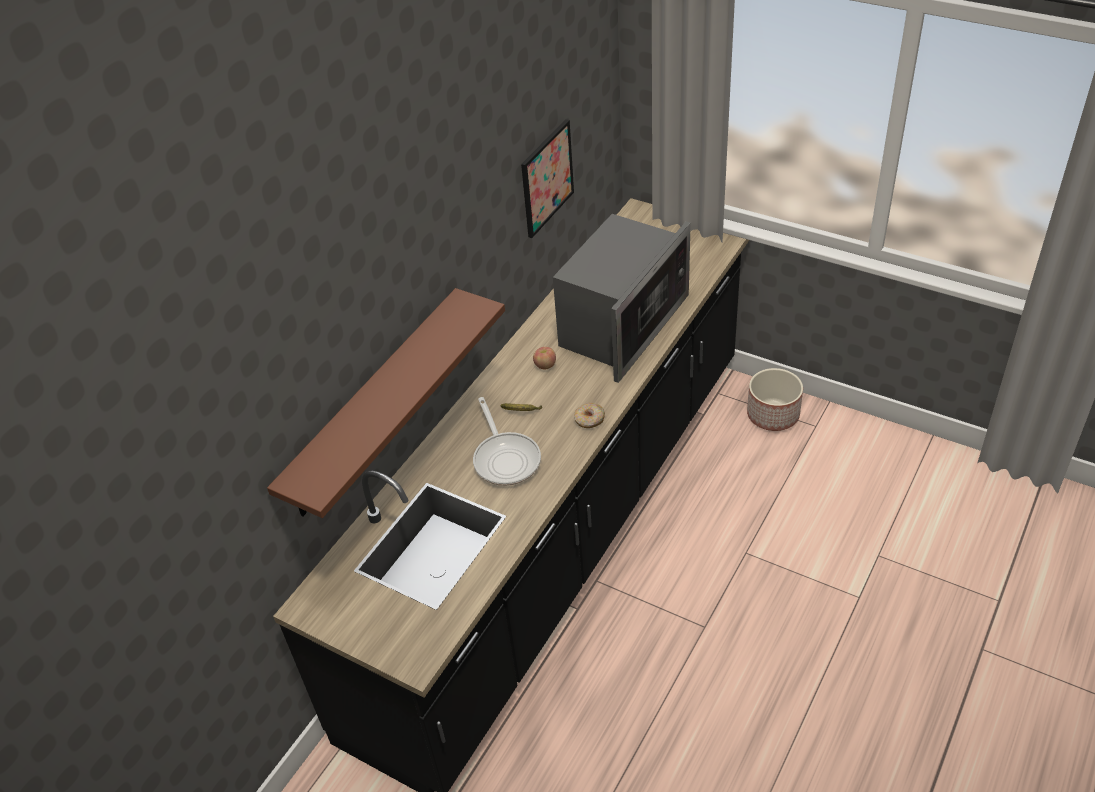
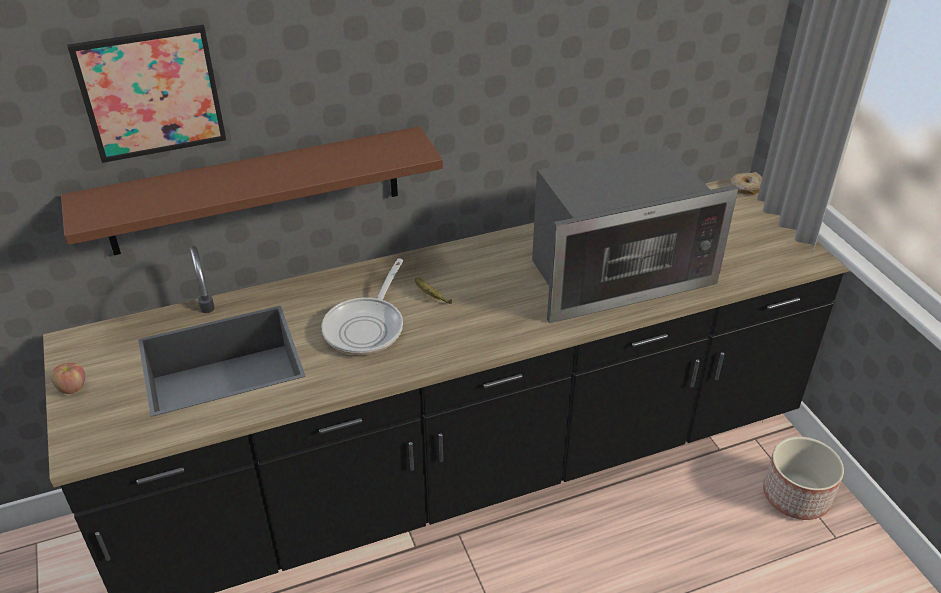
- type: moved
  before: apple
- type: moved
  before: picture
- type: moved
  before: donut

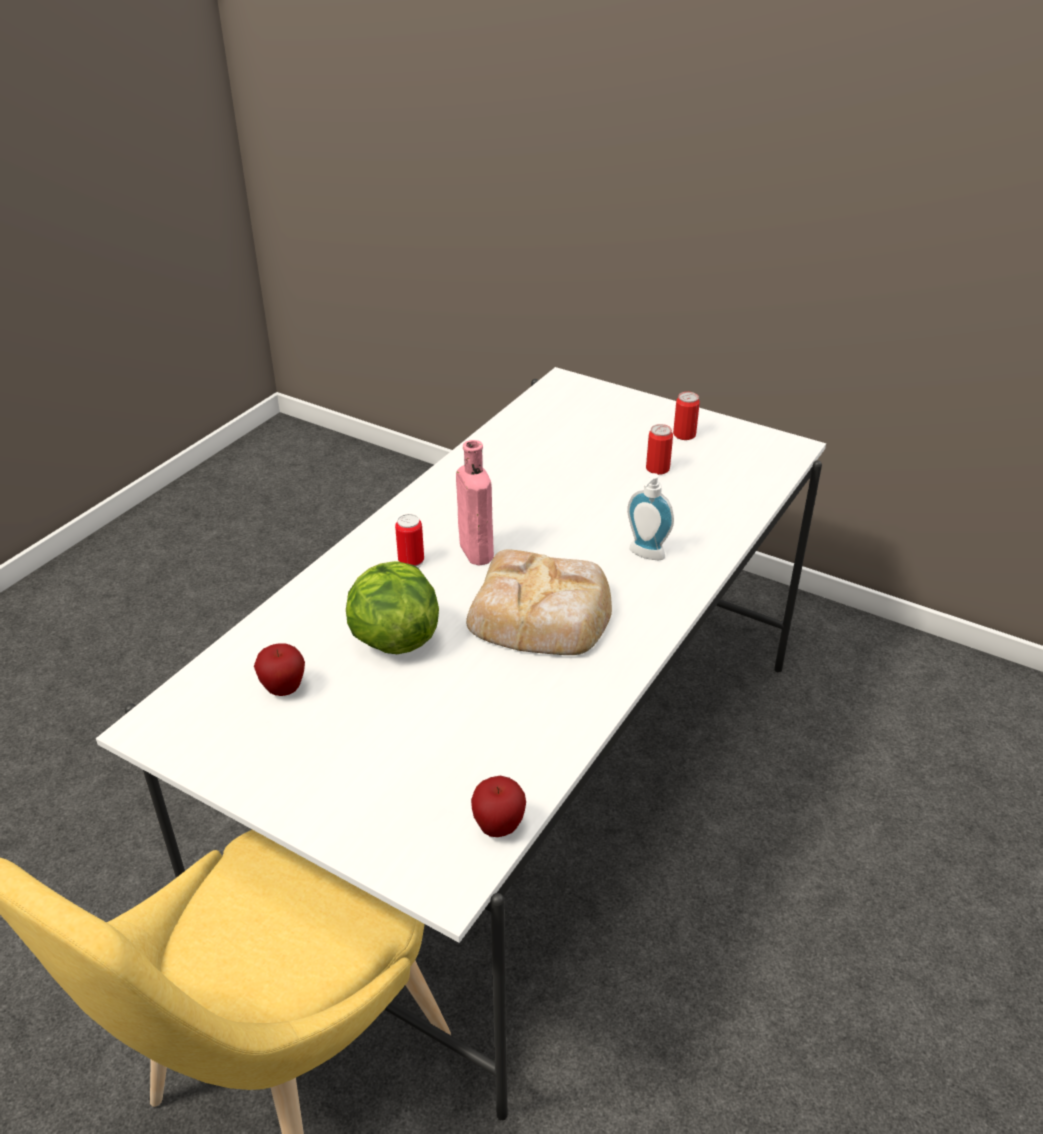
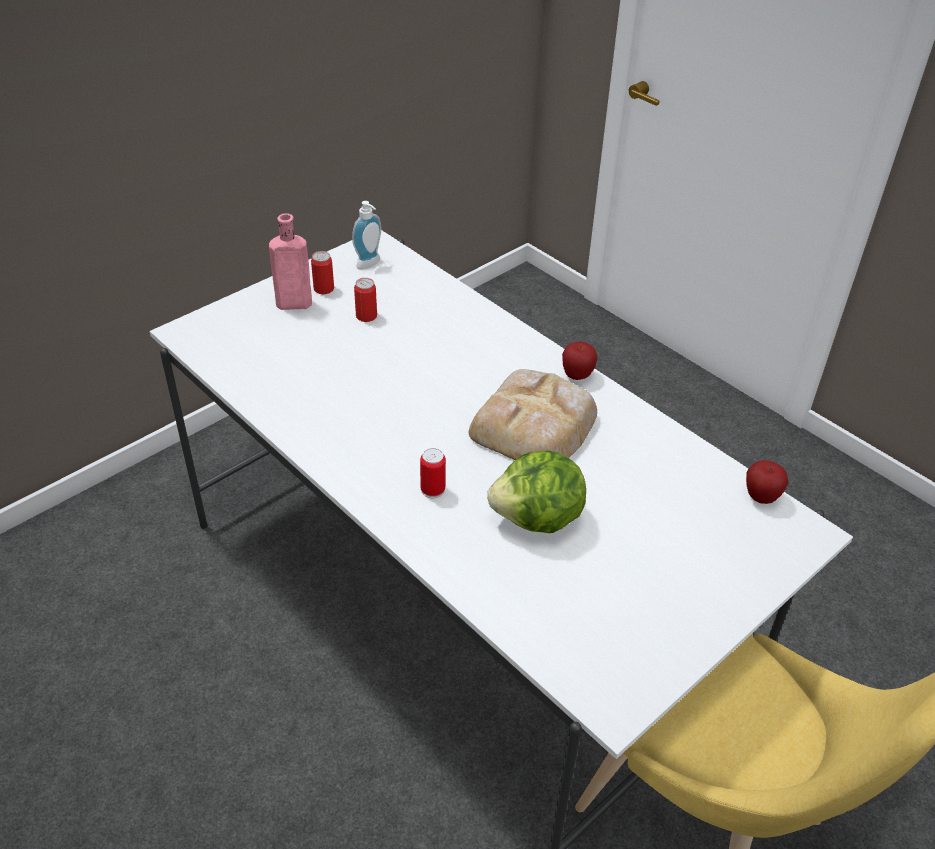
- type: moved
  before: bottle/pink
- type: moved
  before: soap dispenser
- type: moved
  before: apple (1st from left)

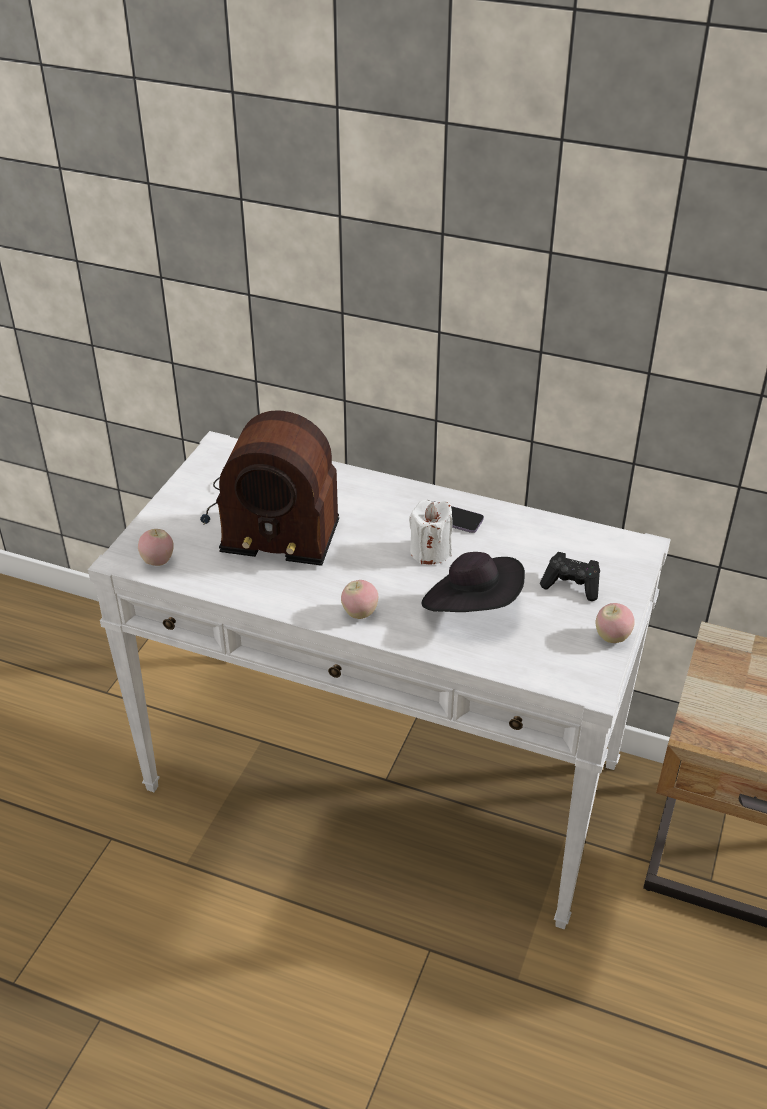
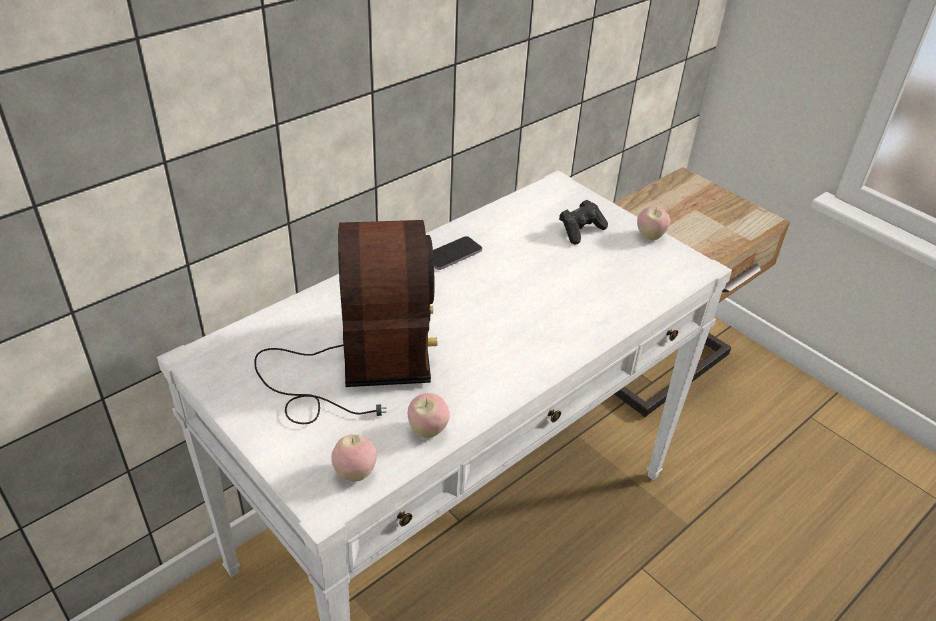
- type: turned
  before: radio
  turn: -45
- type: moved
  before: apple (2nd from left)
- type: removed
  before: candle/white
- type: removed
  before: hat/black

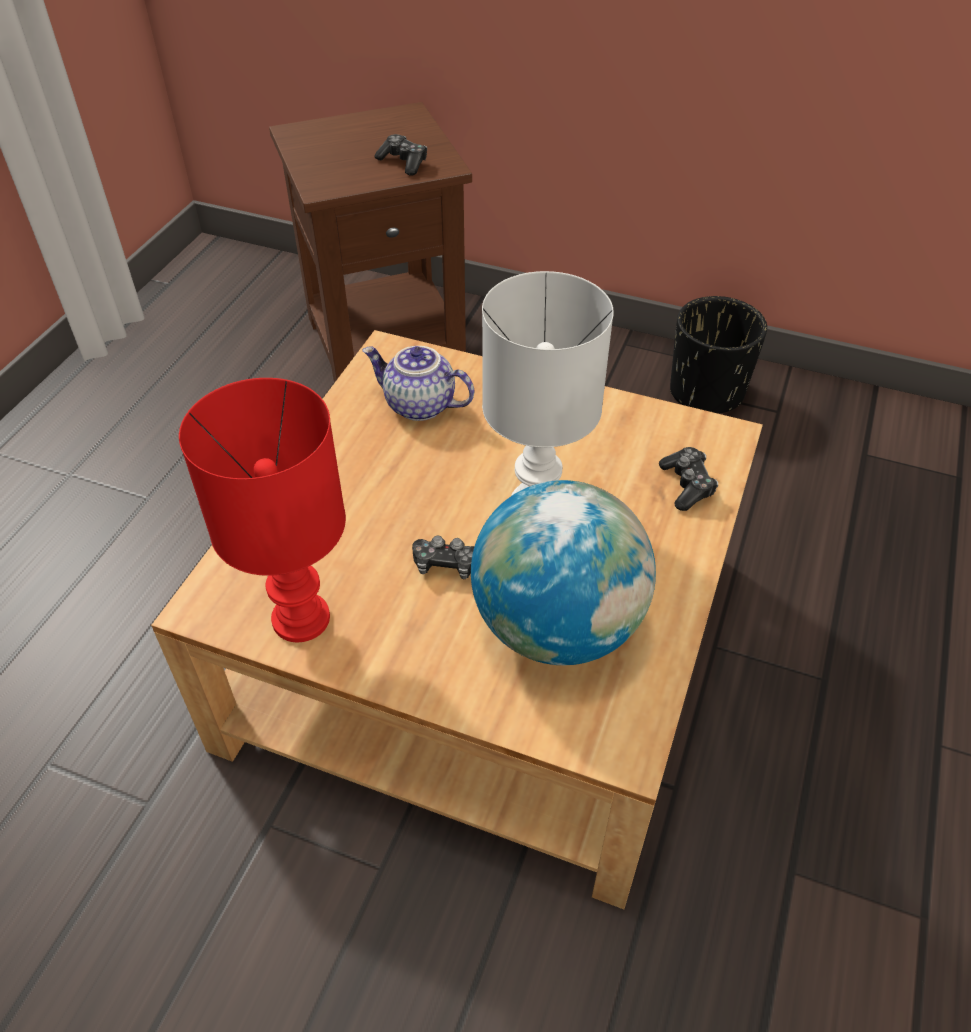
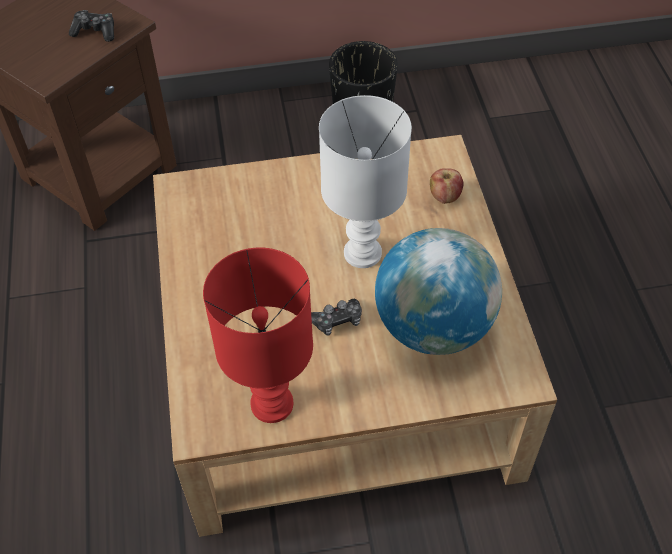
- type: replaced
  before: game controller (3rd from left)
  after: apple
- type: removed
  before: teapot

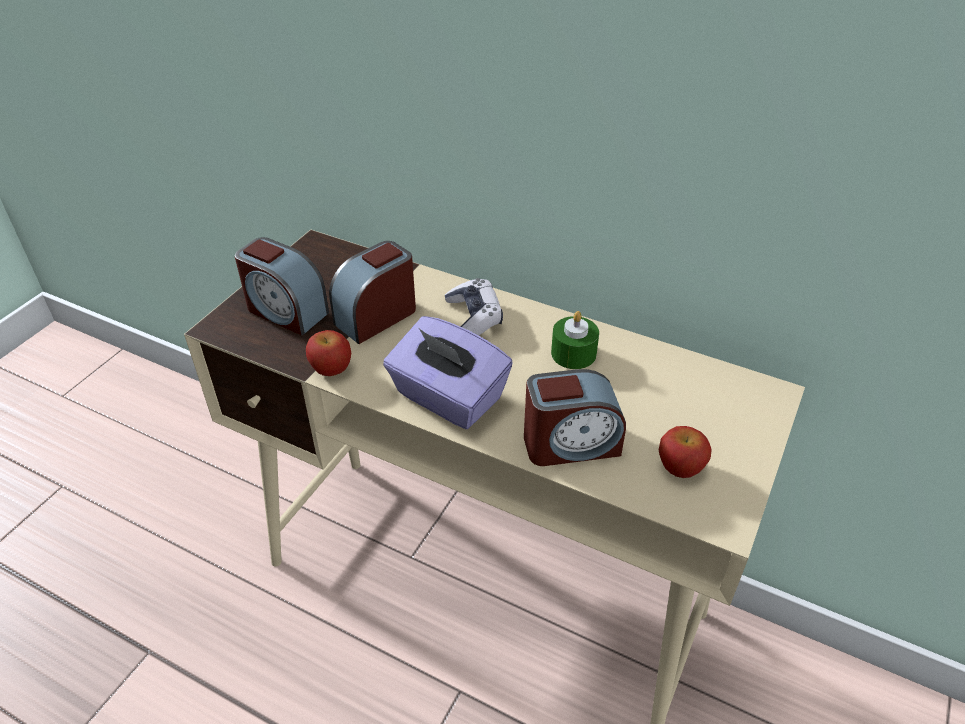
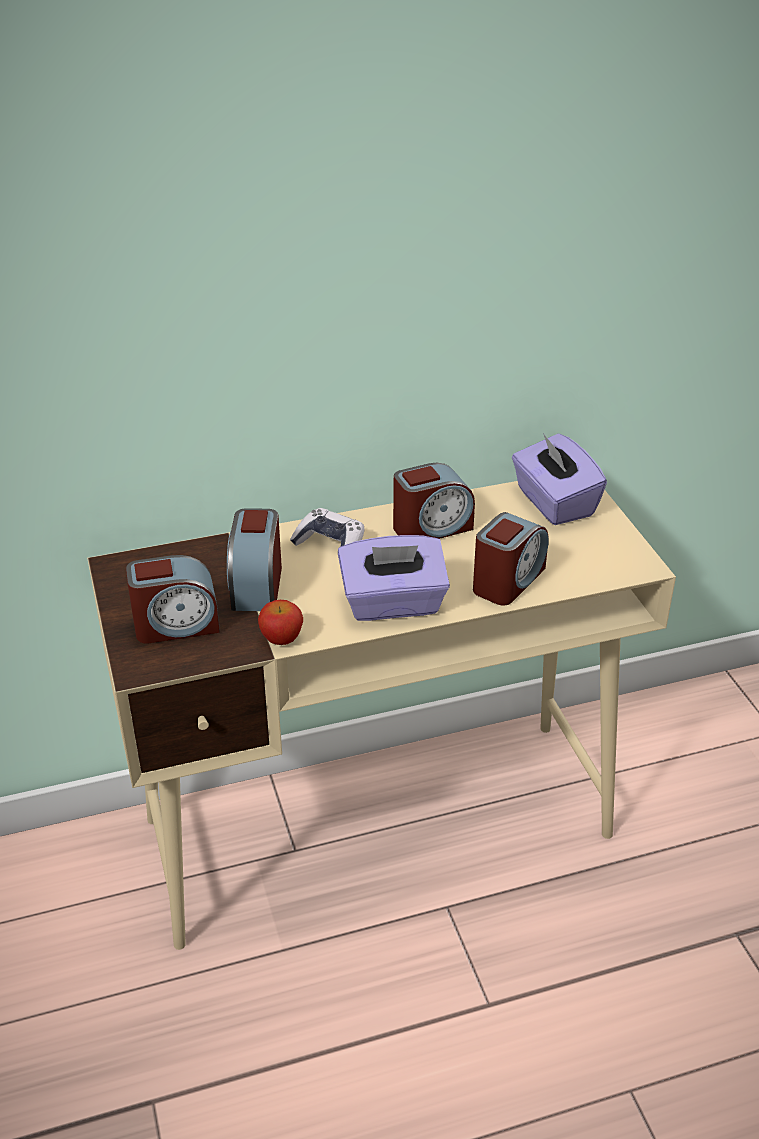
- type: replaced
  before: candle/green
  after: alarm clock (3rd from left)
- type: added
  after: tissue box/purple (2nd from left)
- type: removed
  before: apple (2nd from left)

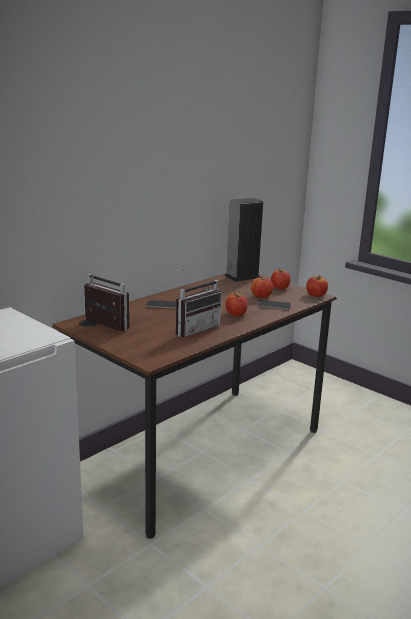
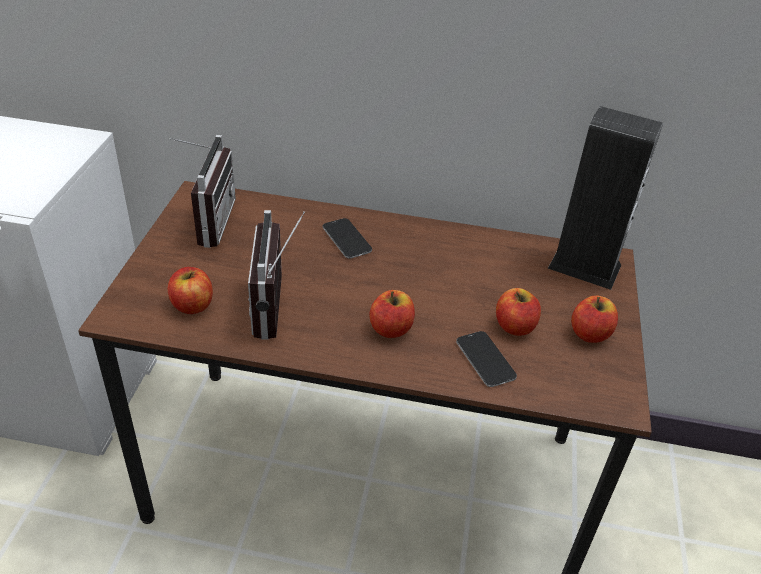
- type: moved
  before: apple (4th from left in the first image)
  after: apple (1st from left)
- type: turned
  before: radio (2nd from left)
  turn: 75

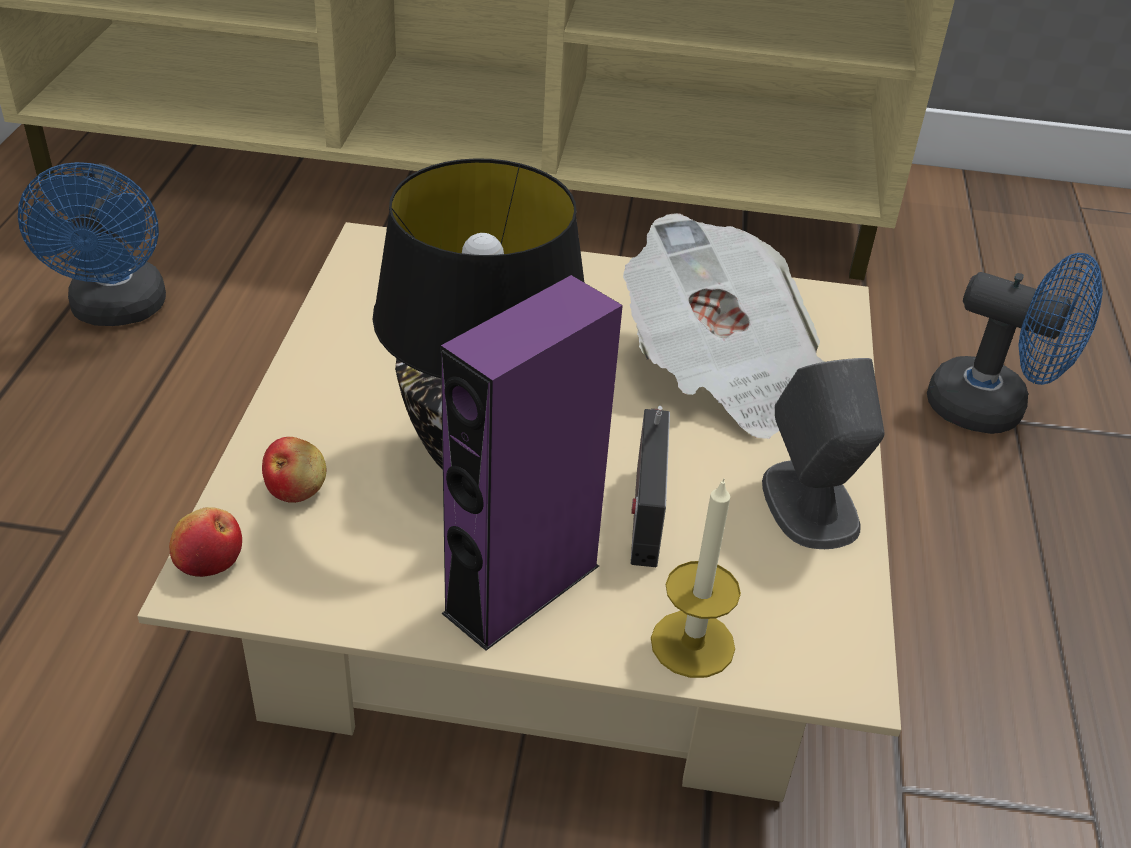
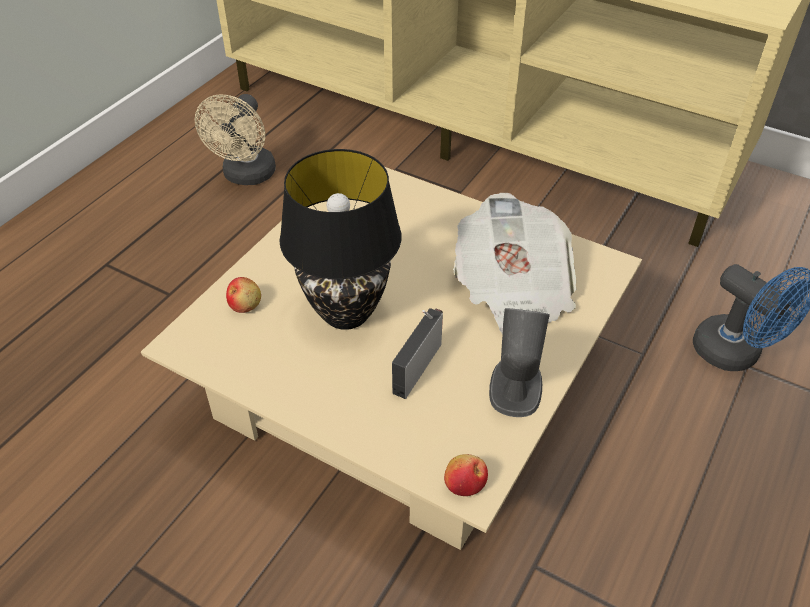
- type: recoloured
  before: fan/blue (1st from left)
  after: fan/beige
- type: moved
  before: apple (1st from left in the first image)
  after: apple (2nd from left)
- type: removed
  before: speaker/purple
- type: removed
  before: candle

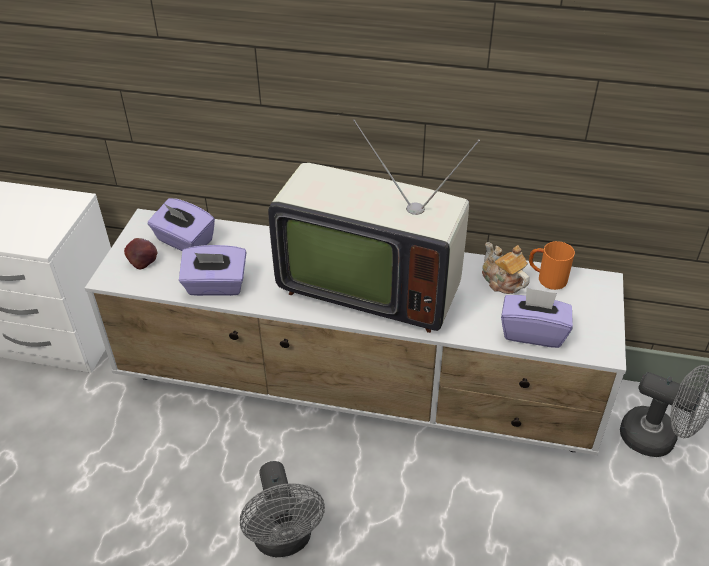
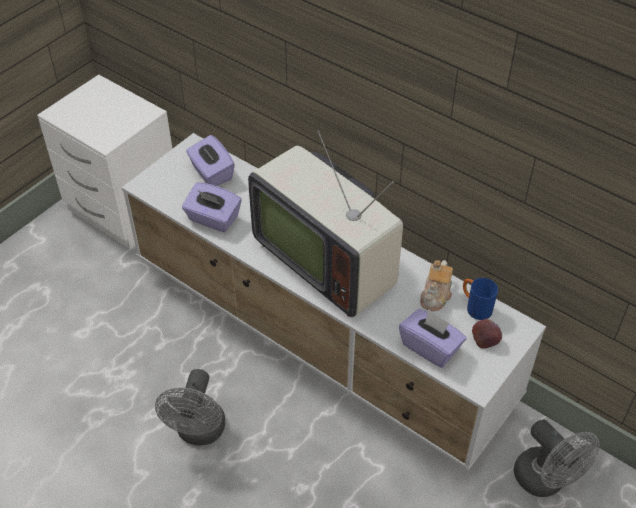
- type: turned
  before: teapot
  turn: -150
- type: recoloured
  before: mug/orange
  after: mug/blue
- type: moved
  before: apple

